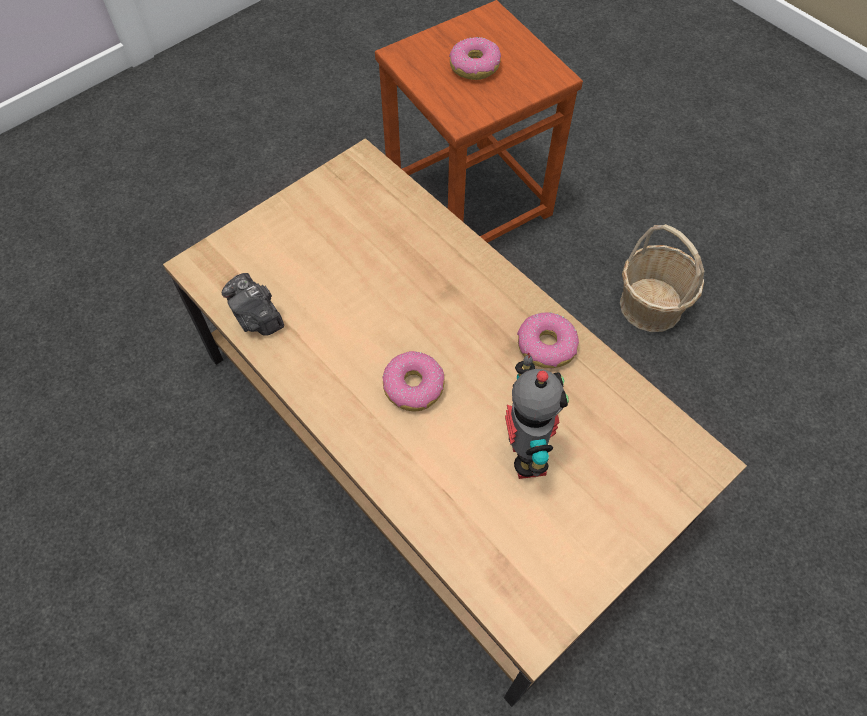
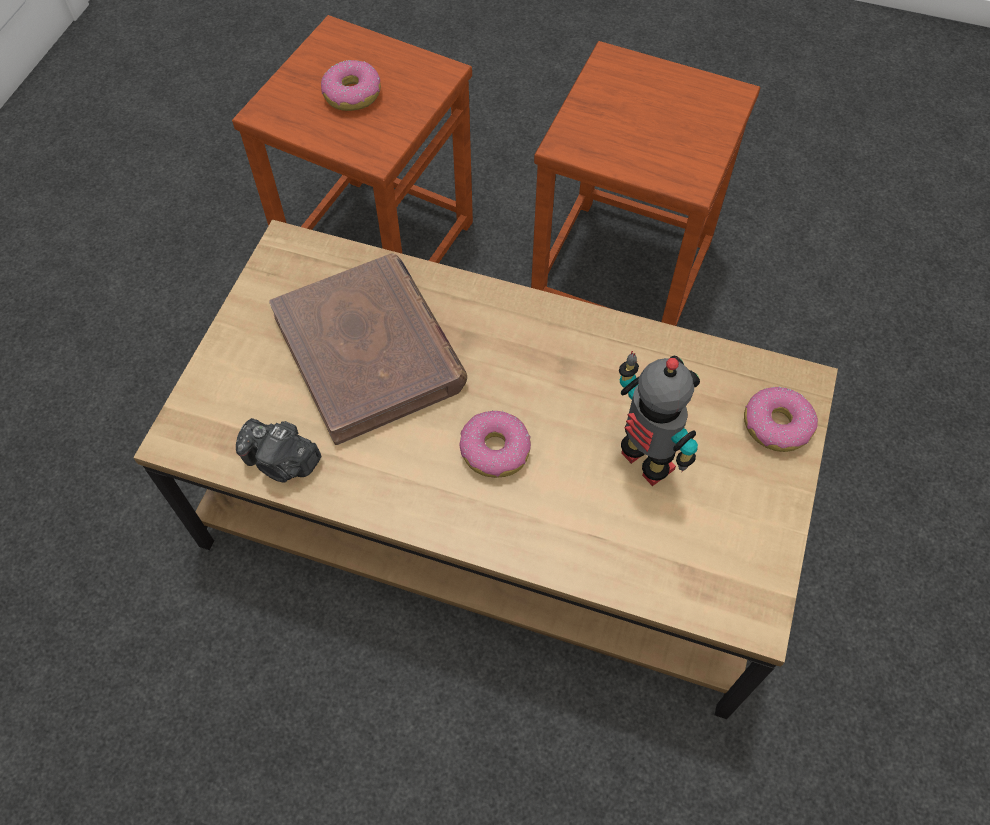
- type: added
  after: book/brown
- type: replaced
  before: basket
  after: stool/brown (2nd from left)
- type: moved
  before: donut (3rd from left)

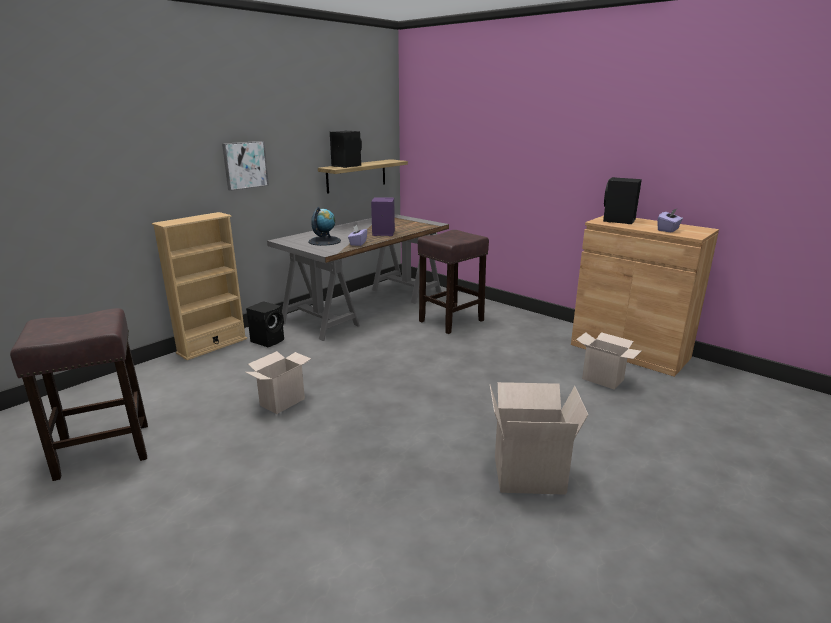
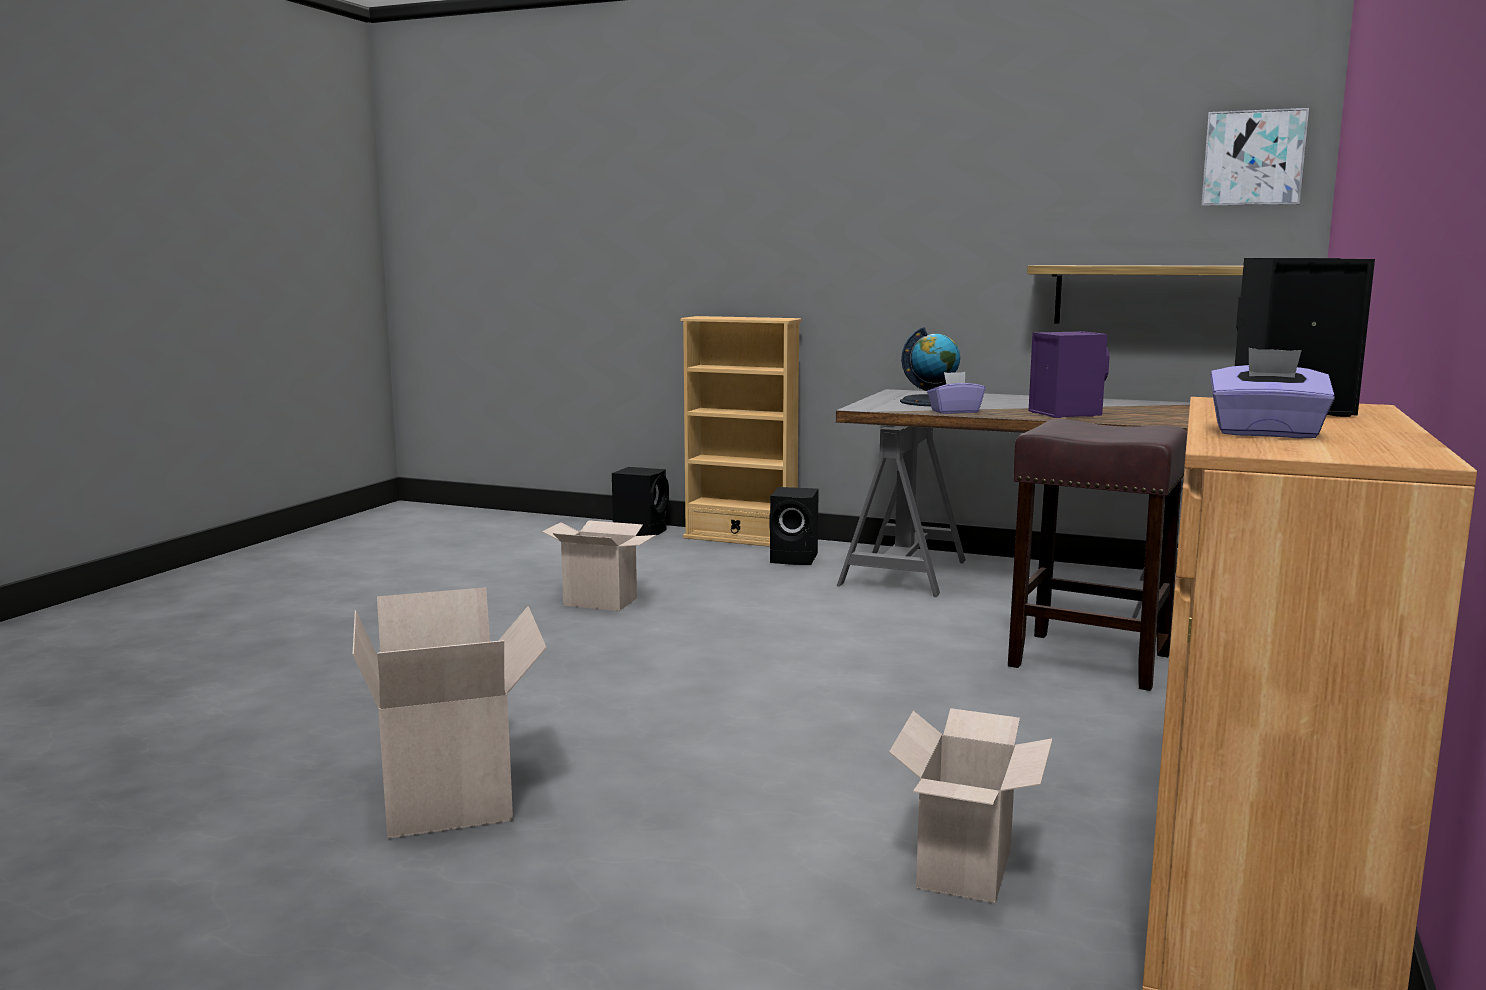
- type: moved
  before: speaker/black (2nd from left in the first image)
  after: speaker/black (1st from left)
- type: moved
  before: picture
- type: removed
  before: stool/brown (1st from left)

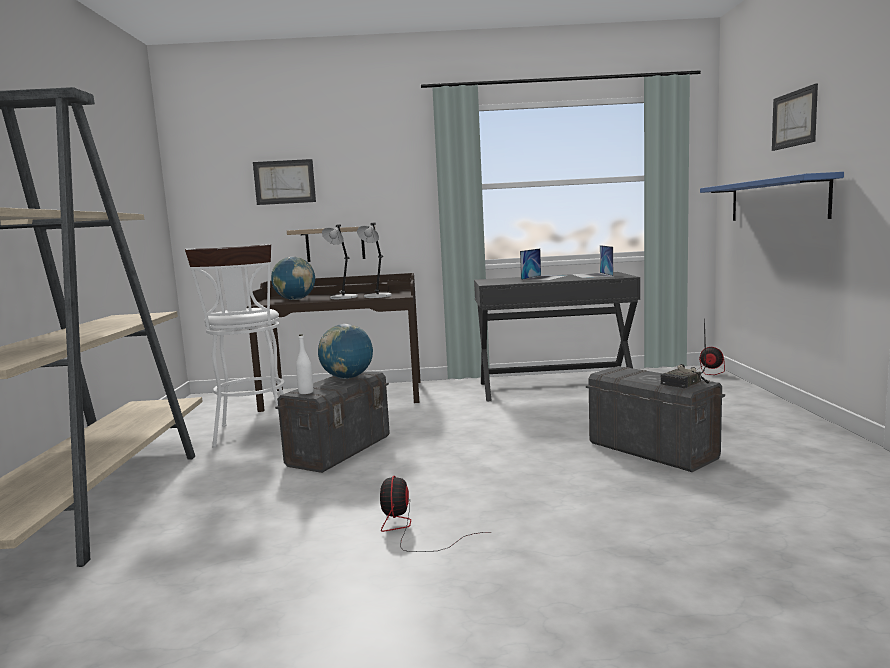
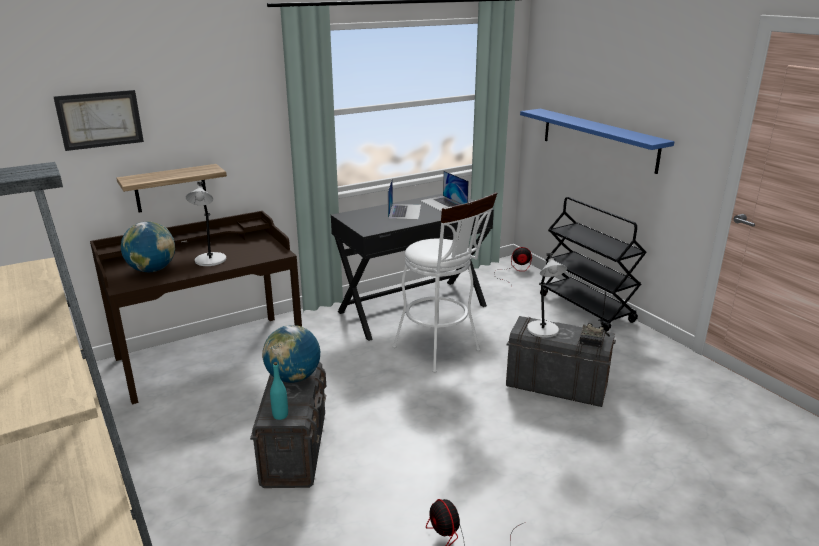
- type: recoloured
  before: bottle/white
  after: bottle/turquoise
- type: moved
  before: stool/white
- type: moved
  before: table lamp/grey (2nd from left)
- type: added
  after: cart/black
- type: removed
  before: picture (2nd from left)

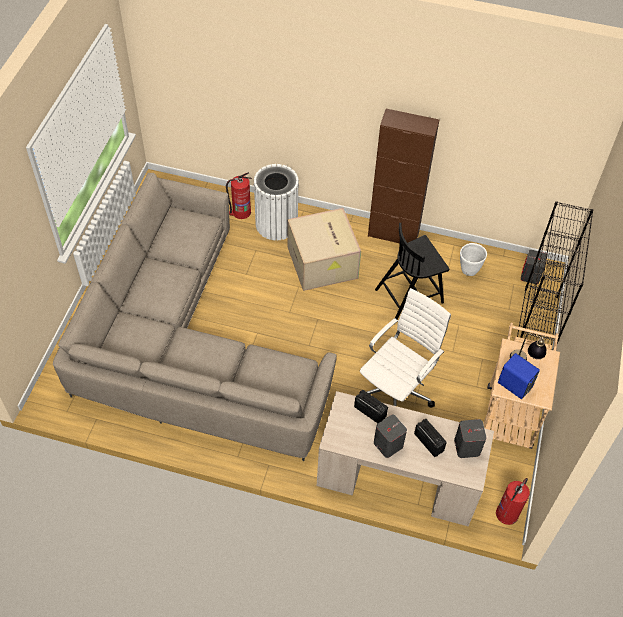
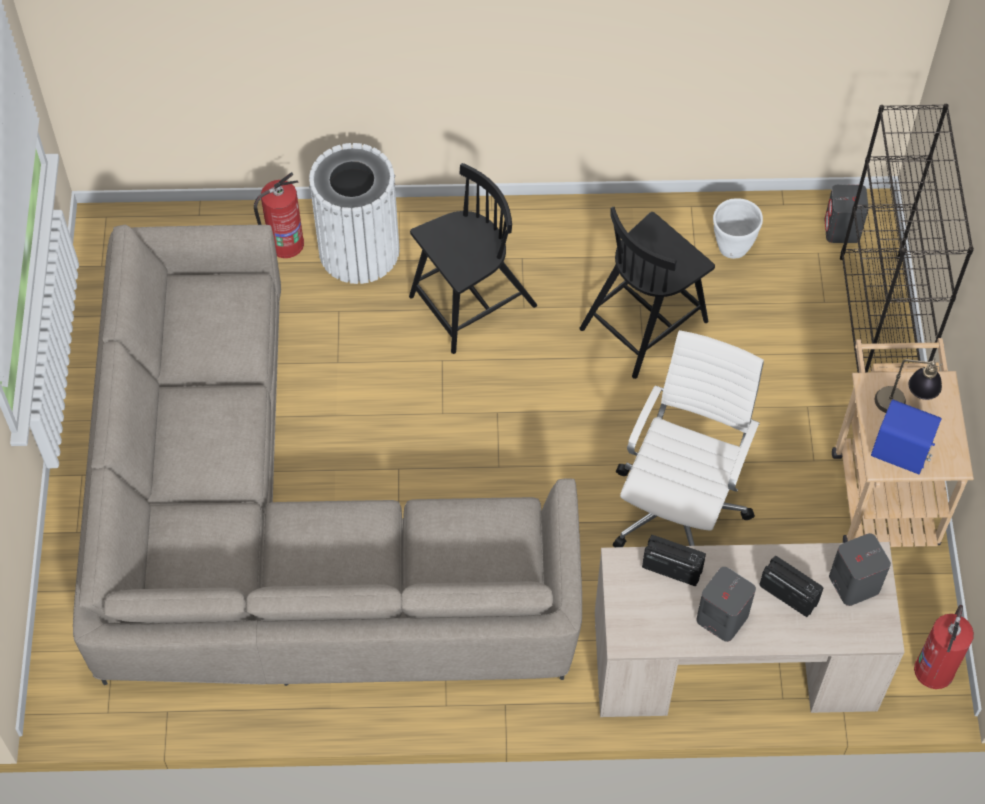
- type: replaced
  before: cardboard box
  after: chair/black (1st from left)
- type: removed
  before: cabinet/brown

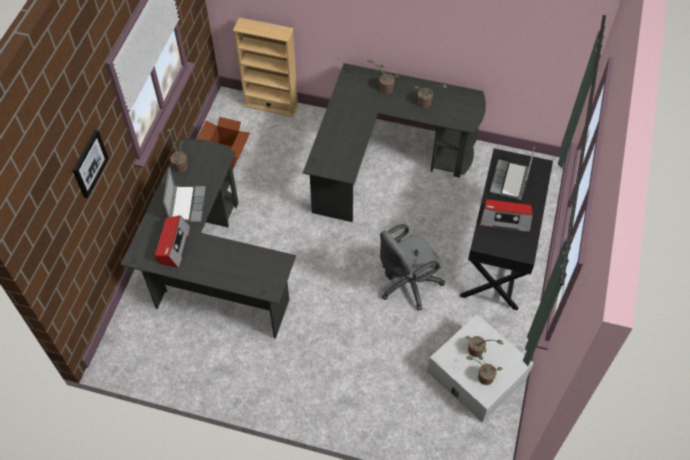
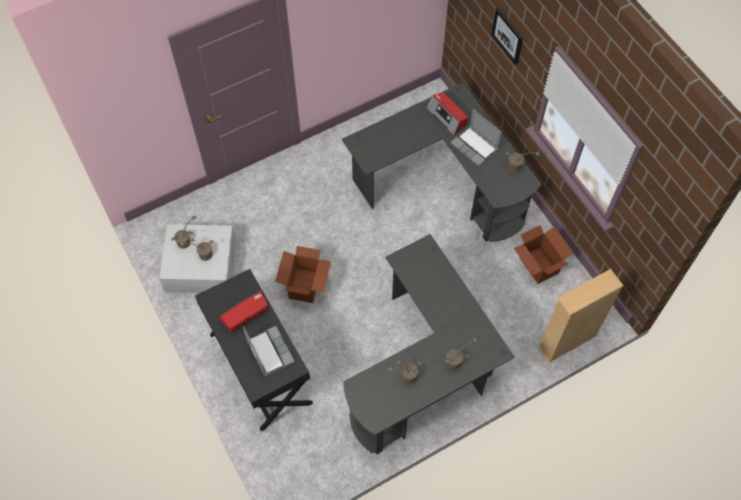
- type: replaced
  before: office chair/grey
  after: cardboard box (1st from left)

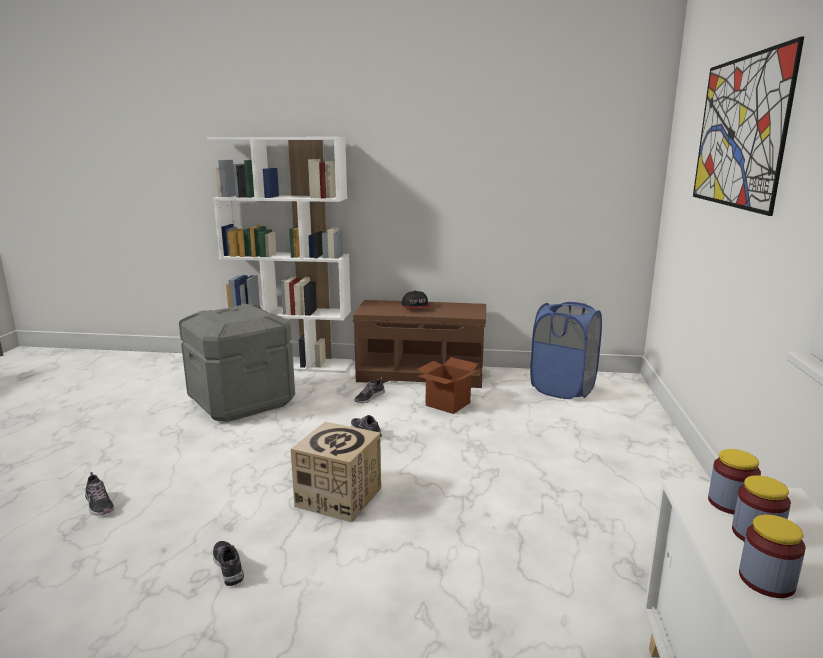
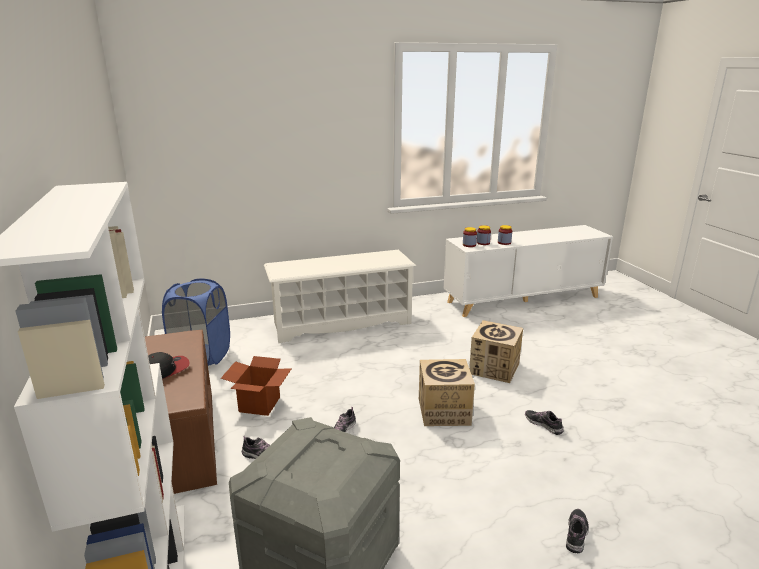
- type: added
  after: shoe rack/white
- type: added
  after: cardboard box (3rd from left)
- type: turned
  before: shoe (2nd from left in the first image)
  turn: 105
- type: removed
  before: picture

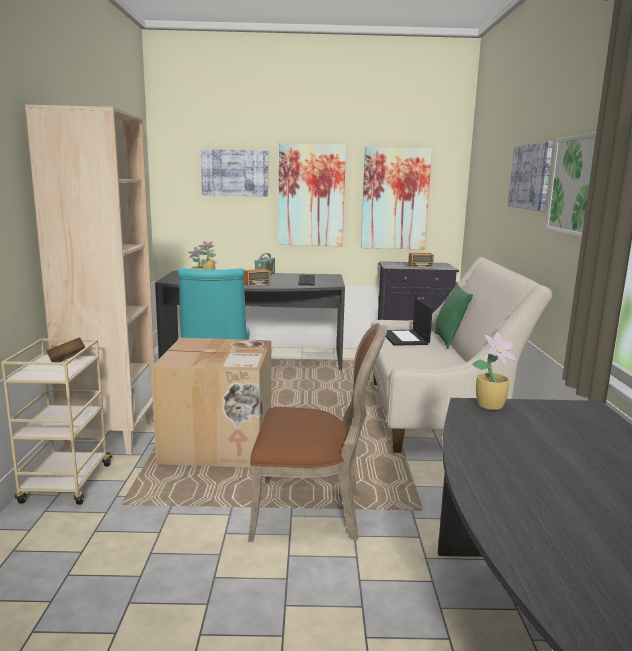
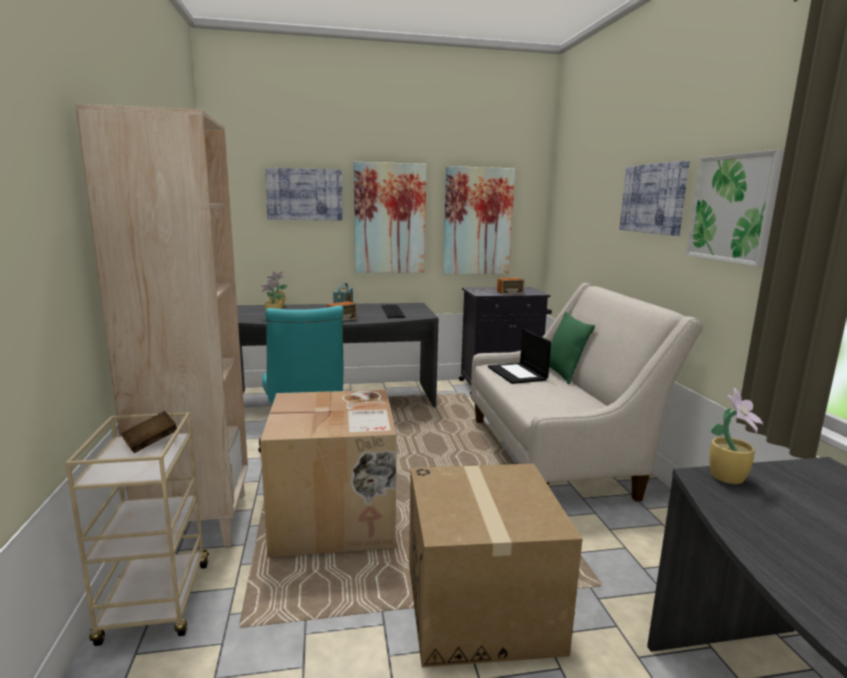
- type: replaced
  before: chair/brown
  after: cardboard box (2nd from left)

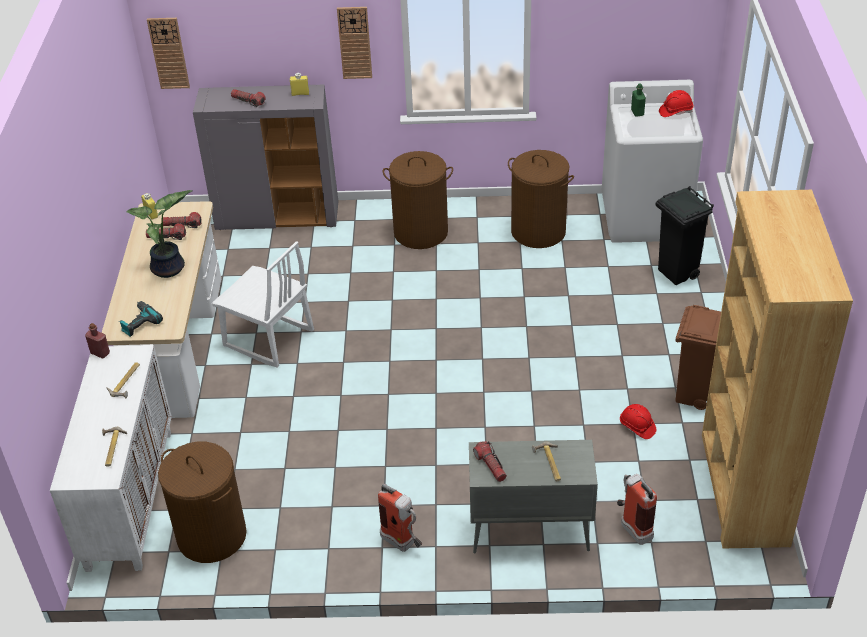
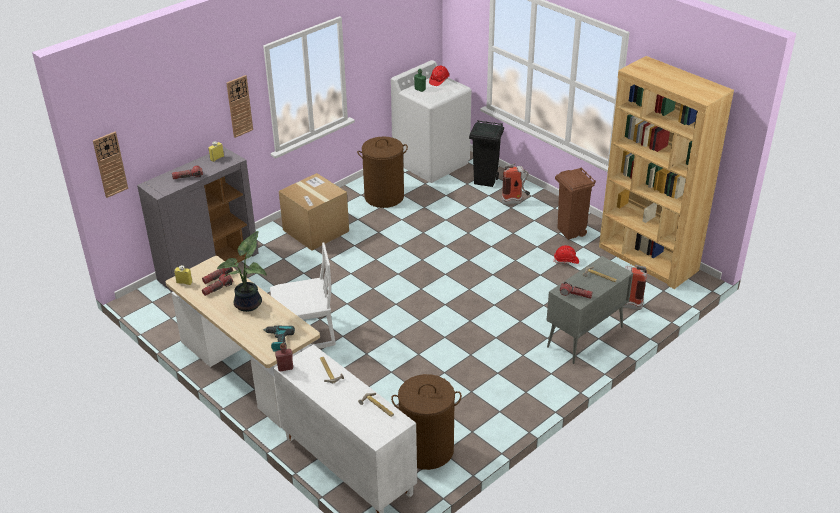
- type: replaced
  before: laundry basket/brown (2nd from left)
  after: cardboard box
- type: moved
  before: fire extinguisher (1st from left)

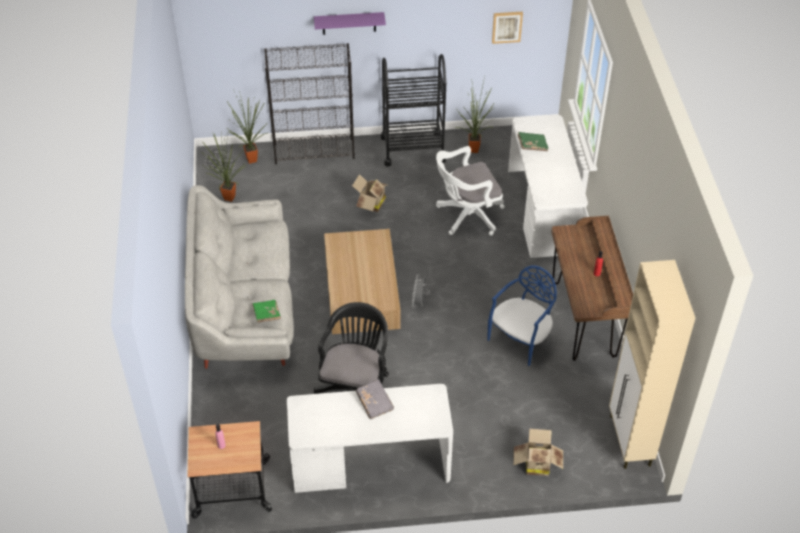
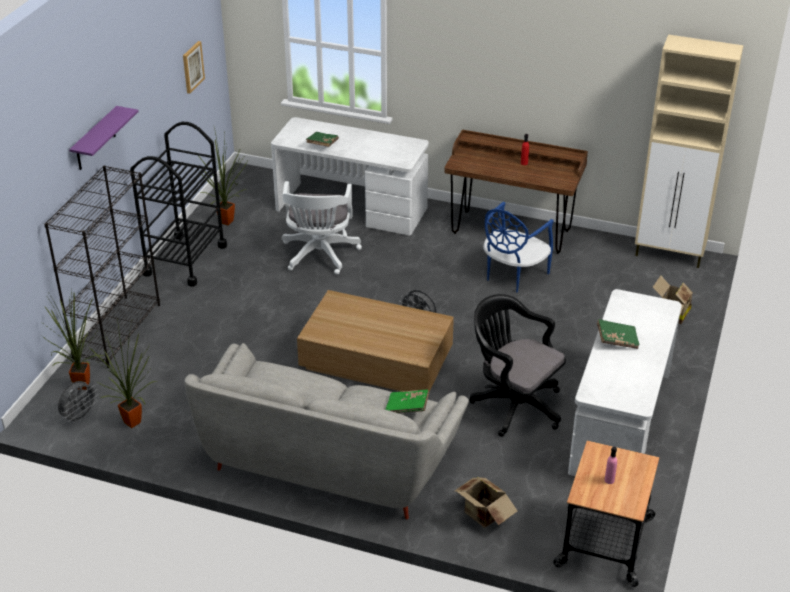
- type: moved
  before: cardboard box (1st from left)
- type: turned
  before: chair/blue
  turn: -120
- type: recoloured
  before: book/grey
  after: book/green (3rd from left)

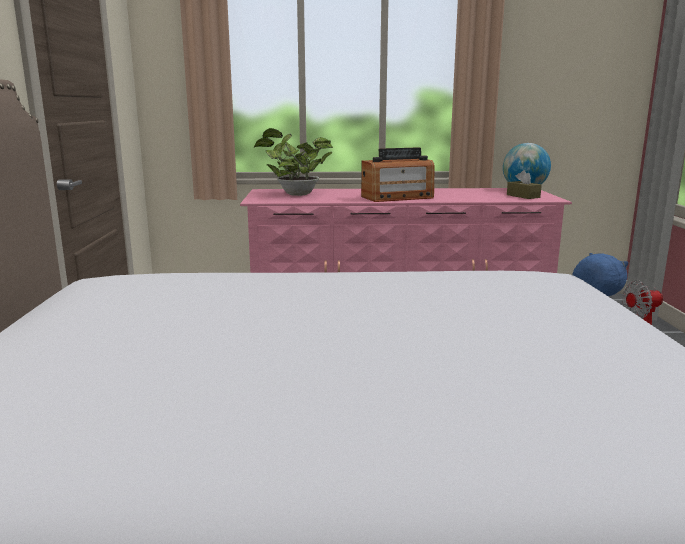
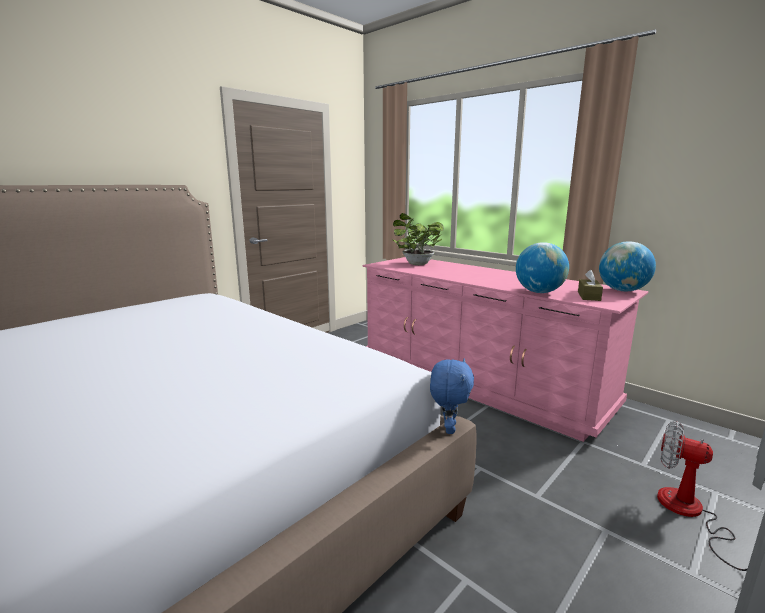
- type: added
  after: globe (1st from left)
- type: removed
  before: radio

